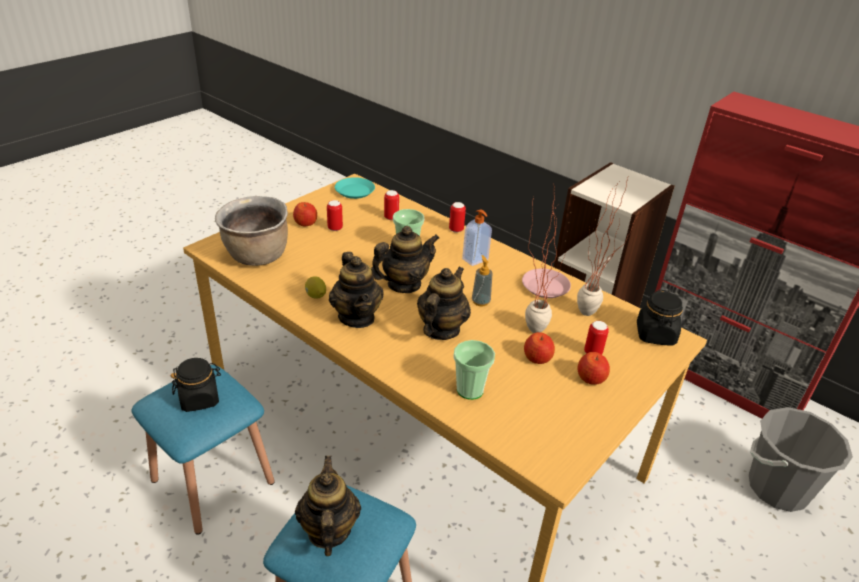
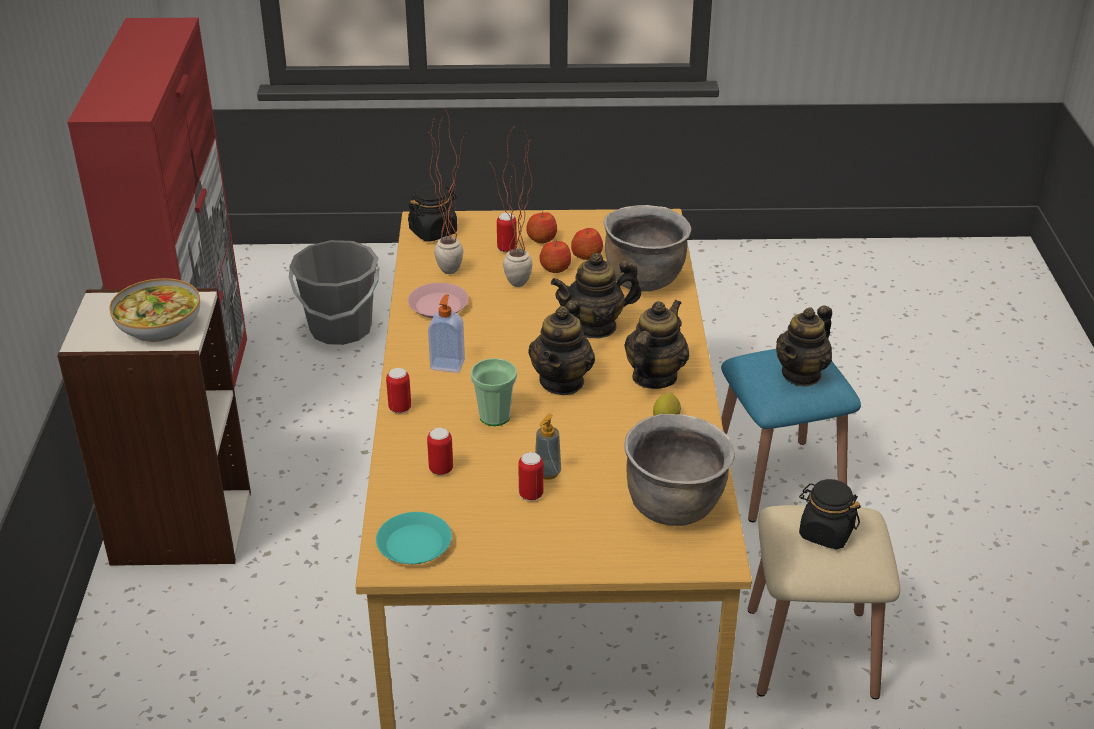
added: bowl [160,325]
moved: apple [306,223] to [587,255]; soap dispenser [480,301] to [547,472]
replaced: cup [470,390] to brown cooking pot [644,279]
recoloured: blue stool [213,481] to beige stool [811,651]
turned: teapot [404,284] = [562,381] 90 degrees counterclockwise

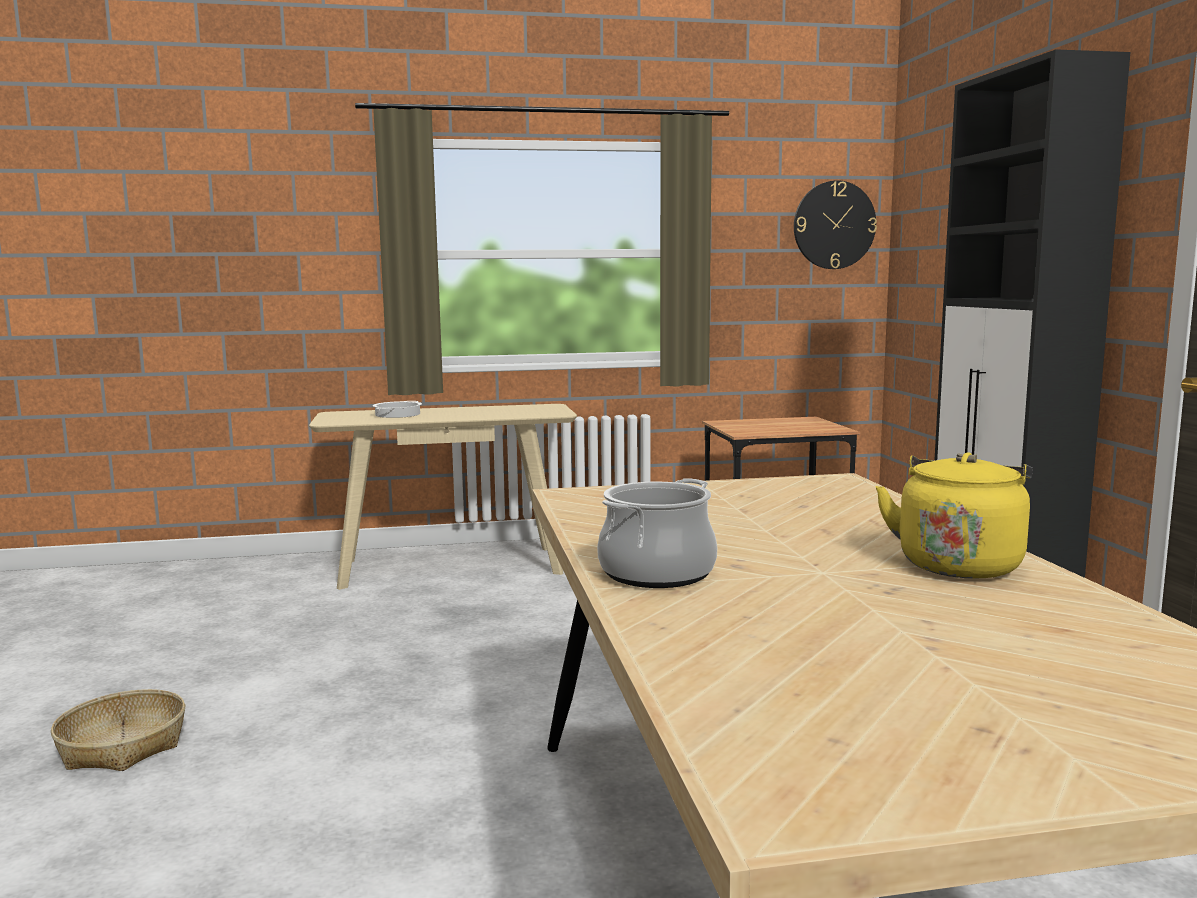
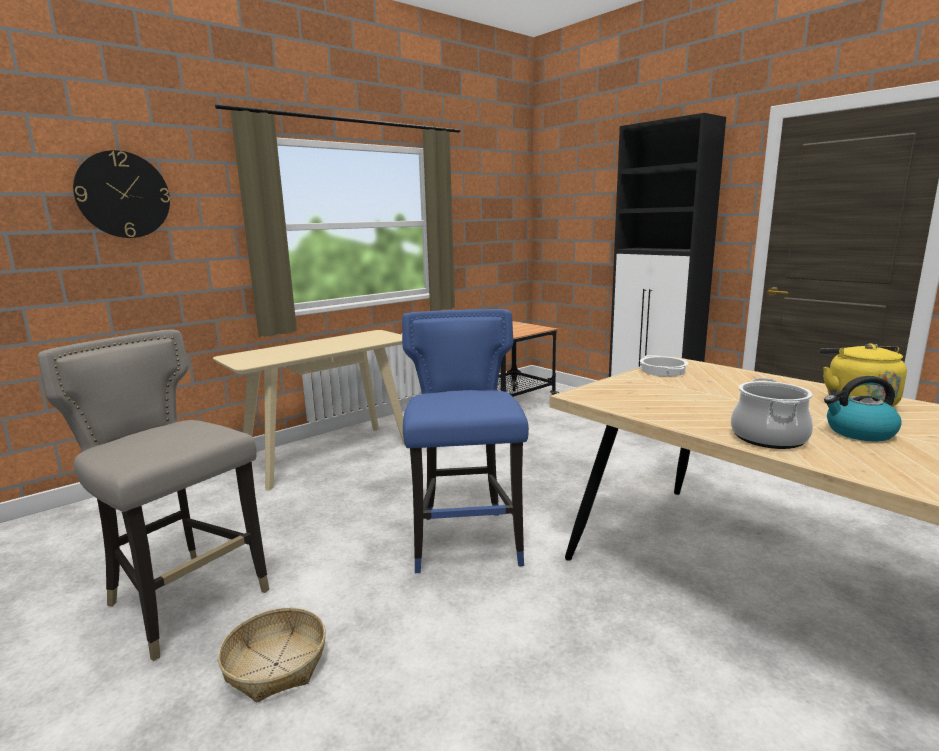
added: grey stool [184,600]; blue stool [466,540]; kettle [859,432]
moved: cooking pot [398,414] to [663,371]; wall clock [834,225] to [123,195]

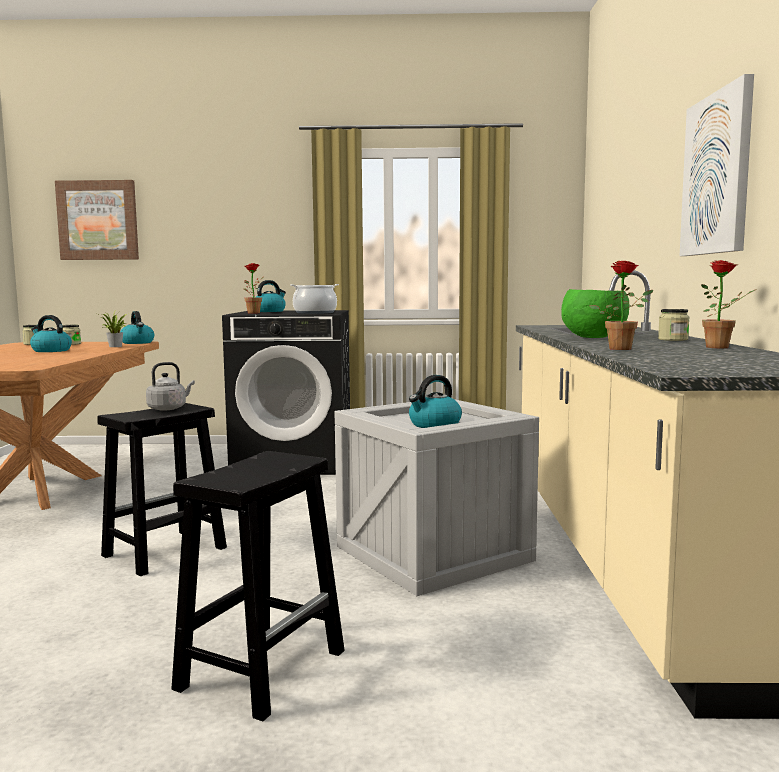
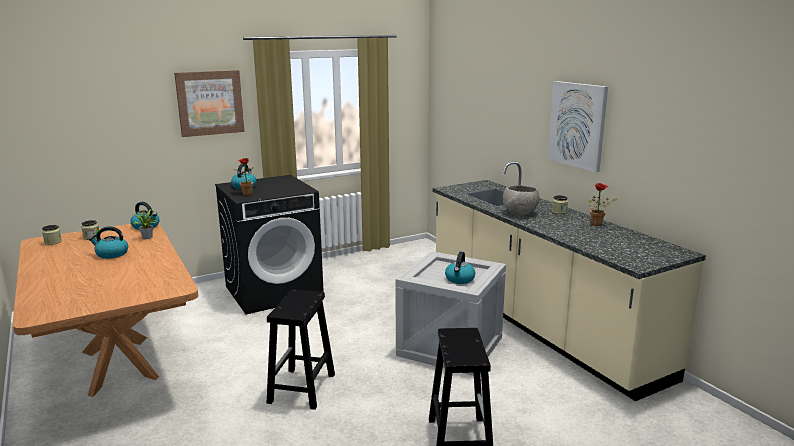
removed: grey kettle [169,408]; cooking pot [315,313]; potted plant [623,348]
moved: picture [98,220] to [210,103]
recoloured: green bowl [594,338] to grey bowl [520,213]

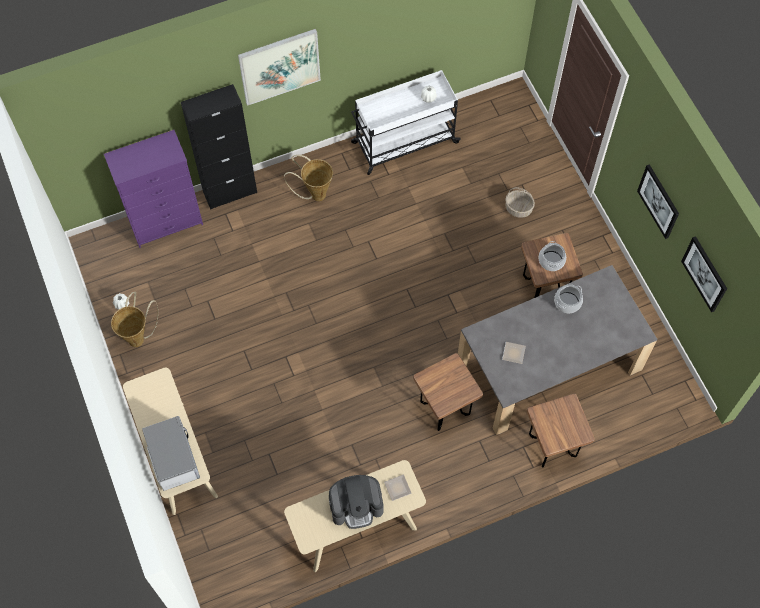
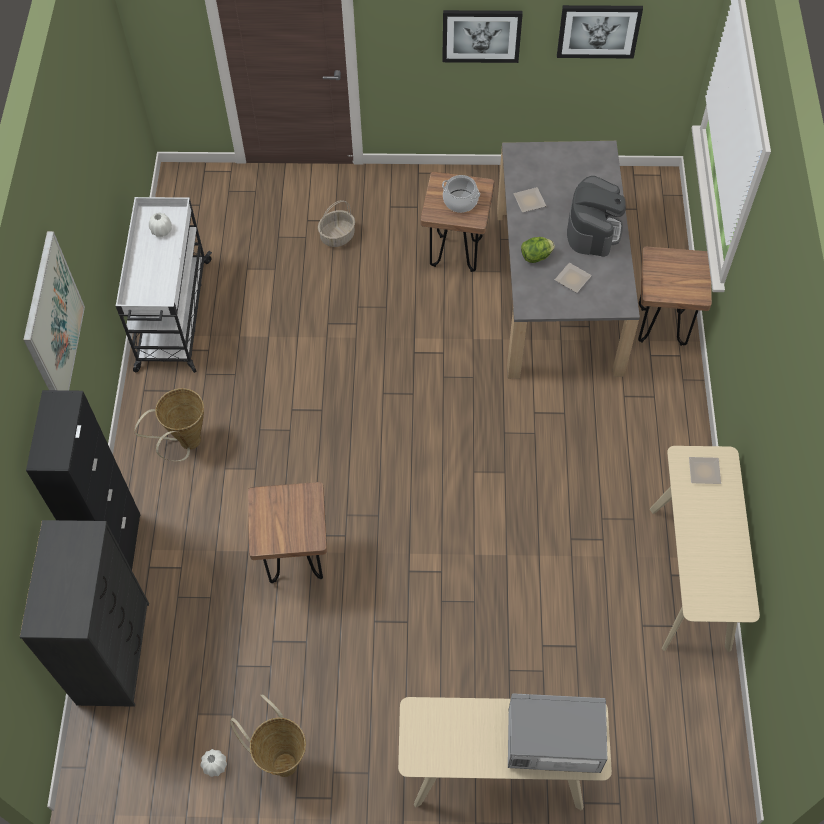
added: lettuce [536,256]
moved: coffee machine [356,505] to [593,229]; brown stool [444,409] to [295,559]
replaced: cooking pot [567,302] to plate [530,201]
recoloured: purple dresser [166,221] to black dresser [114,652]

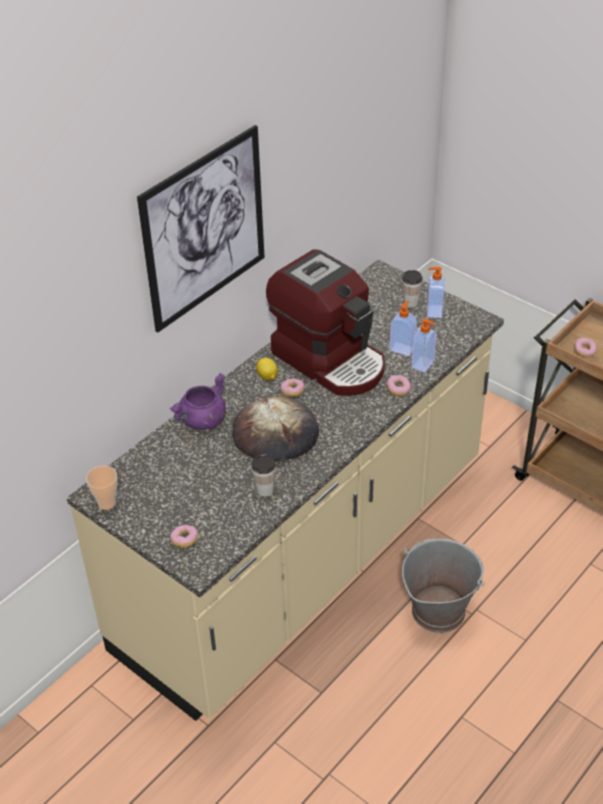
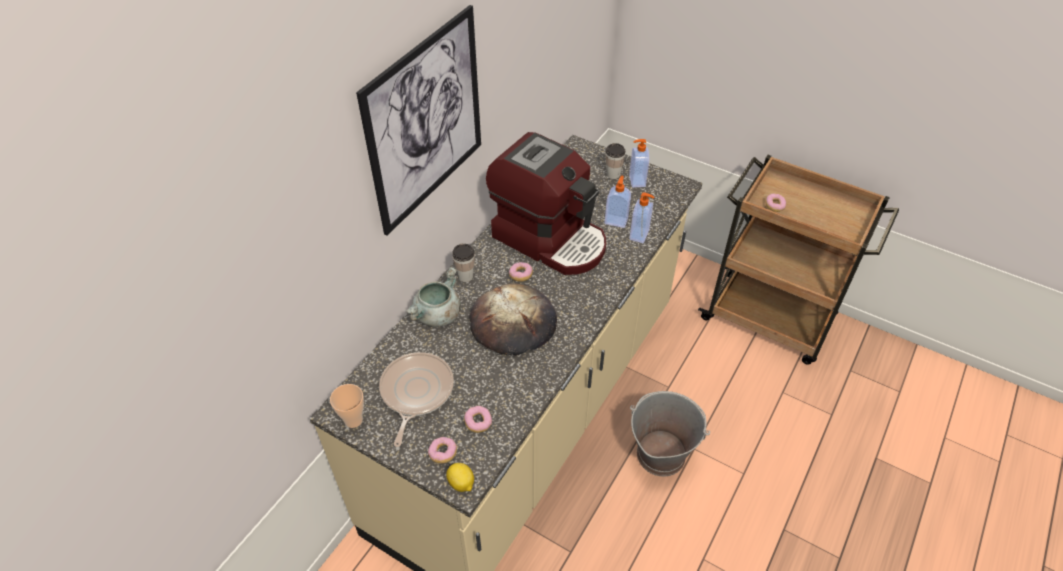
added: frying pan [415,392]
moved: cup [265,490] to [465,276]; lemon [267,377] to [461,484]; donut [398,389] to [478,422]
recoloured: purple cooking pot [203,420] to grey cooking pot [437,315]

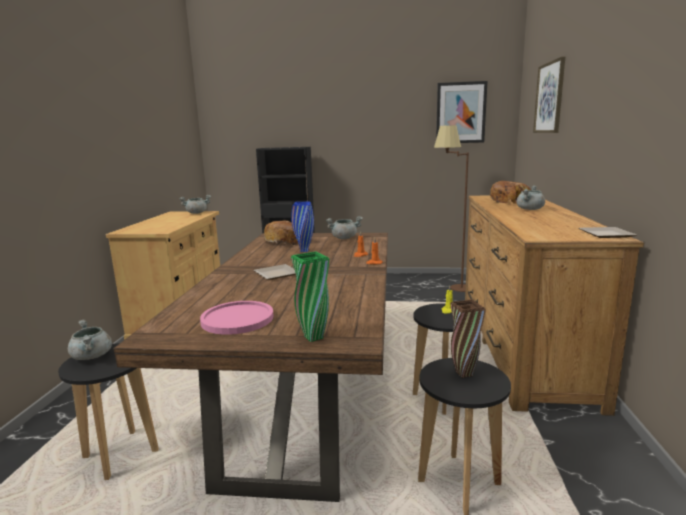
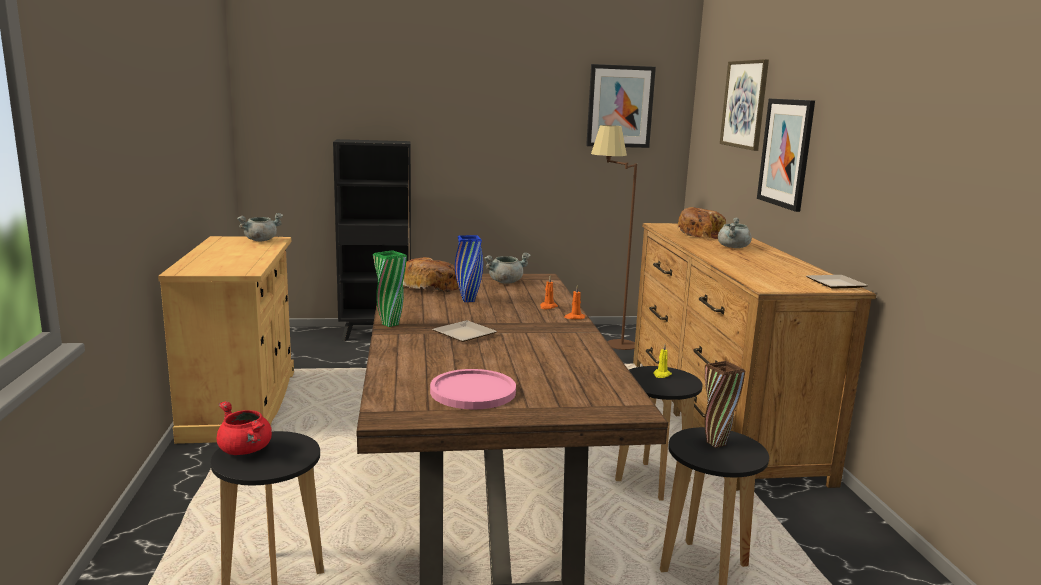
added: picture [786,153]
moved: green vase [313,337] to [390,324]
recoloured: grey cooking pot [92,356] to red cooking pot [246,450]

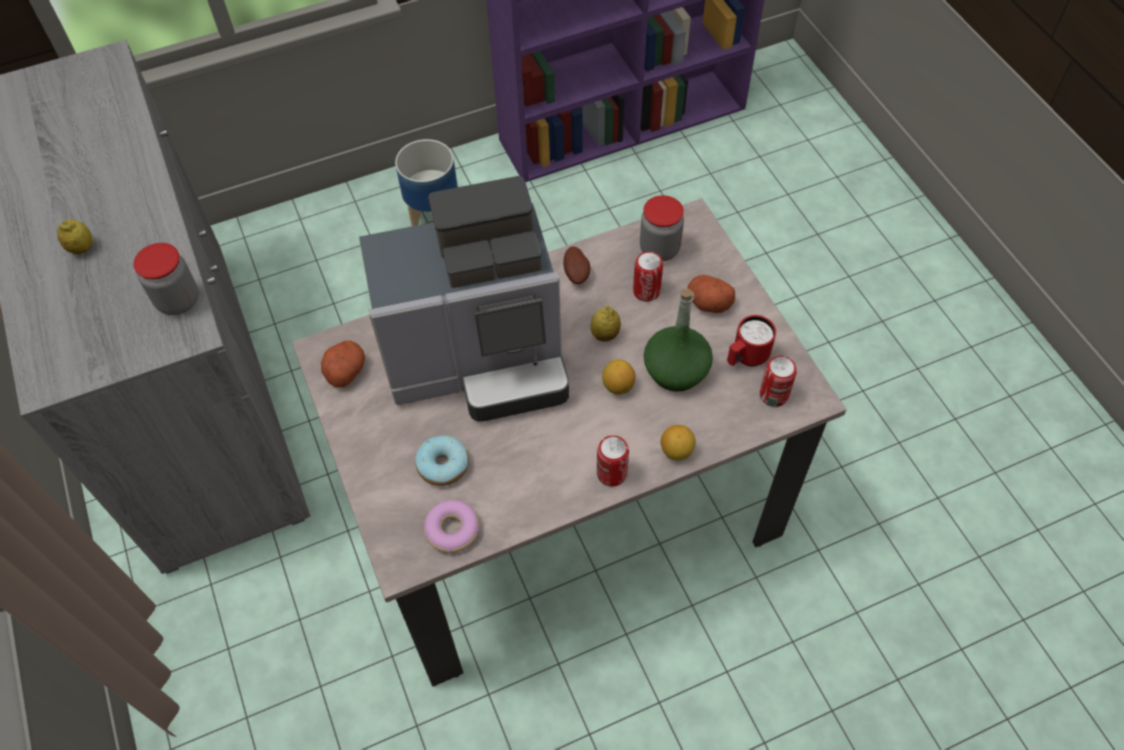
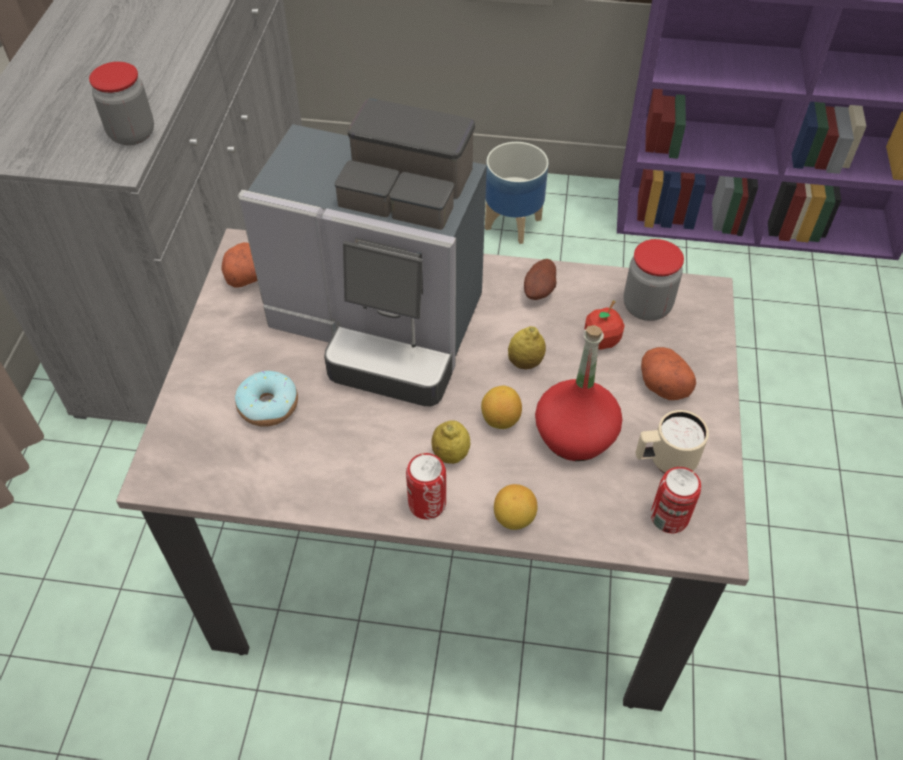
removed: donut [452,530]
moved: lemon [82,248] to [451,454]
replaced: can [646,291] to apple [601,341]
recoloured: green bottle [675,370] to red bottle [575,435]; red mug [746,358] to beige mug [664,462]

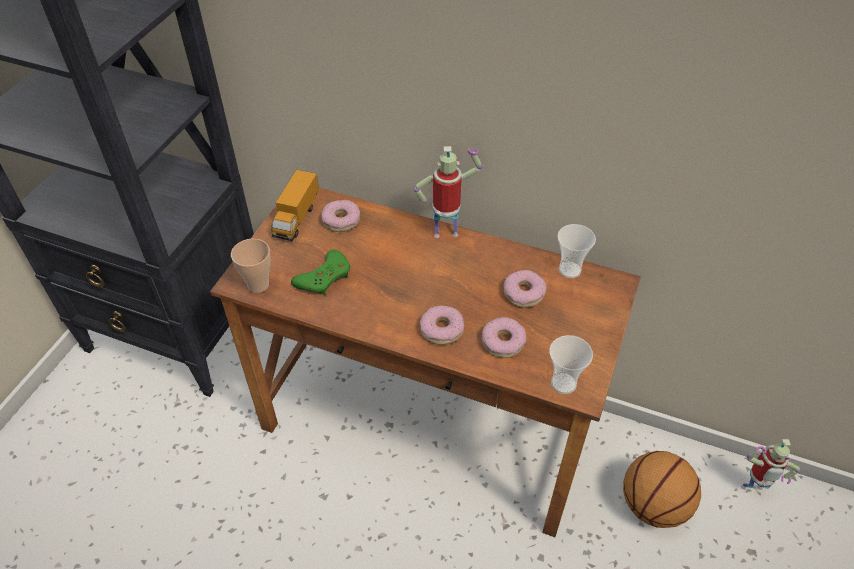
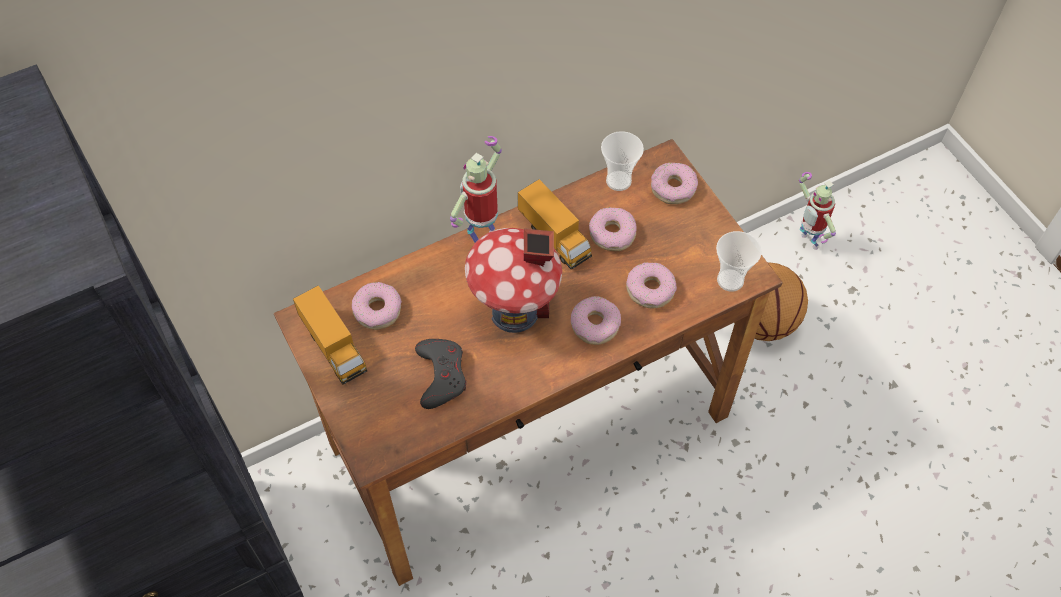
removed: cup [258,285]
added: toy house [514,311]; toy truck [554,237]; donut [673,187]
recoloured: green game controller [324,277] to grey game controller [441,375]
turned: toy robot [752,490] = [806,242] 105 degrees clockwise

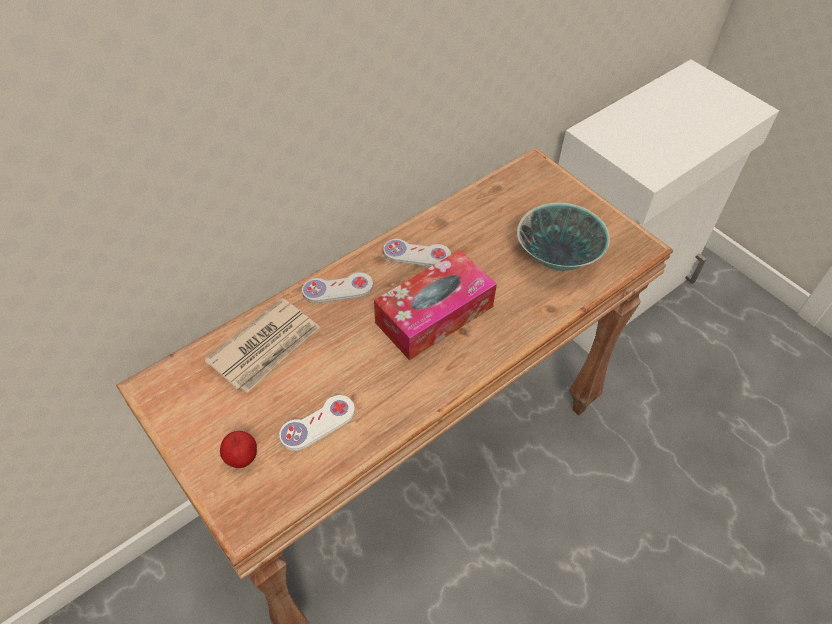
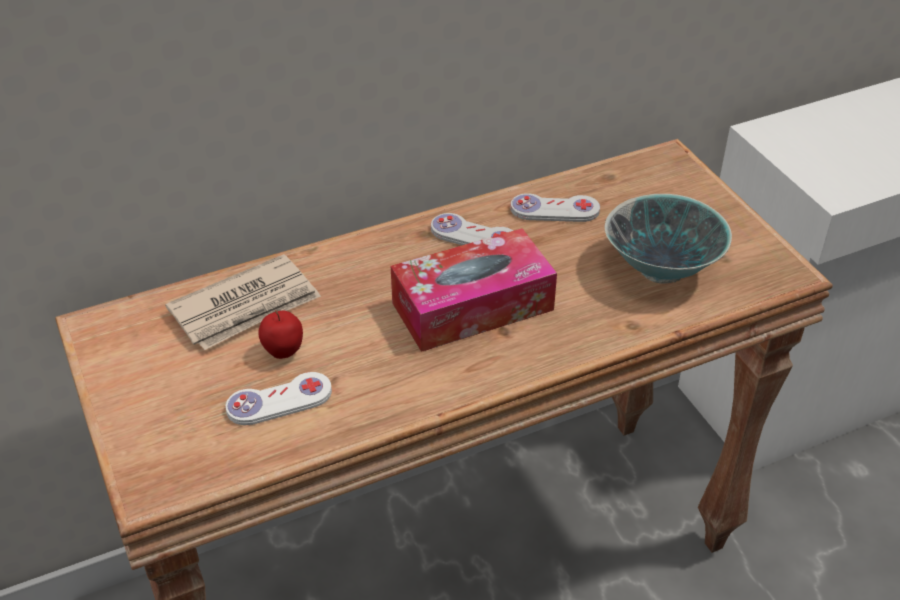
moved: apple [242,460] to [283,353]; white game controller [338,289] to [554,210]

